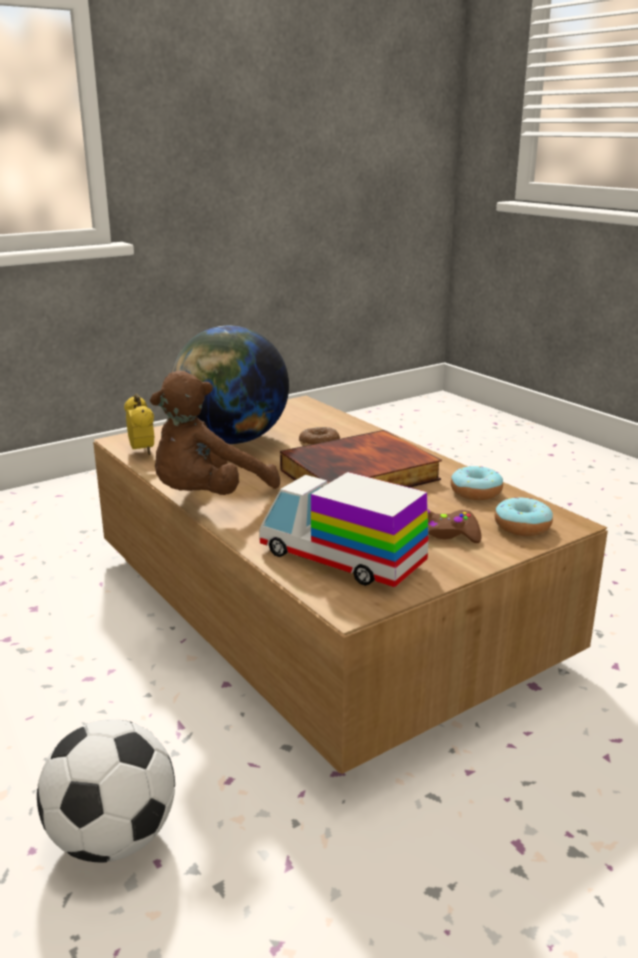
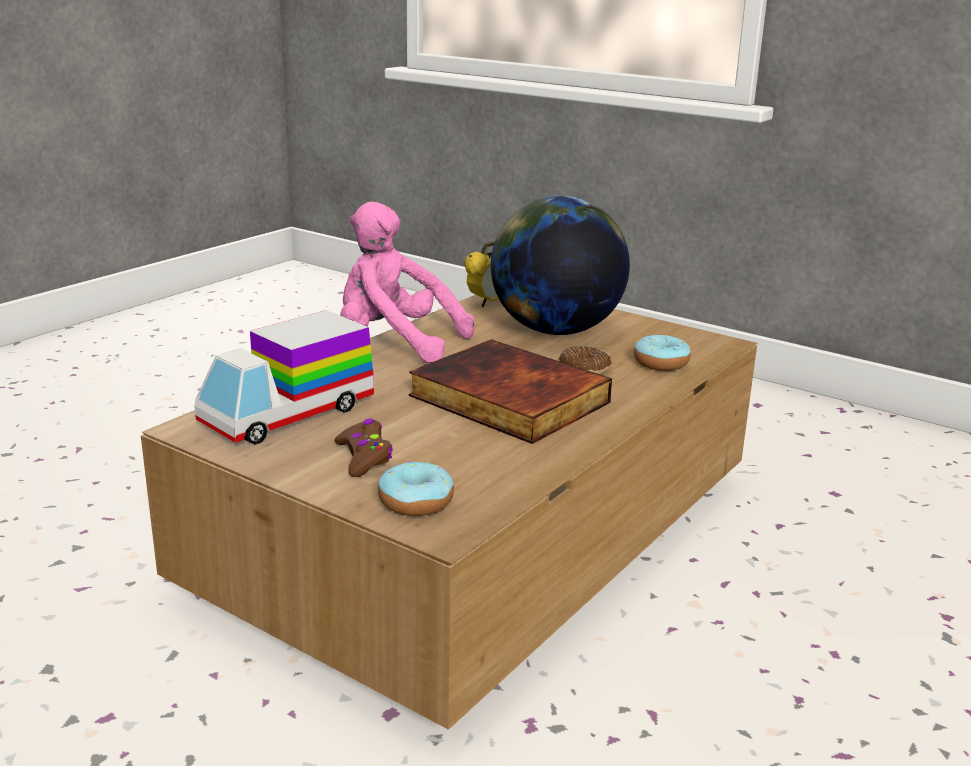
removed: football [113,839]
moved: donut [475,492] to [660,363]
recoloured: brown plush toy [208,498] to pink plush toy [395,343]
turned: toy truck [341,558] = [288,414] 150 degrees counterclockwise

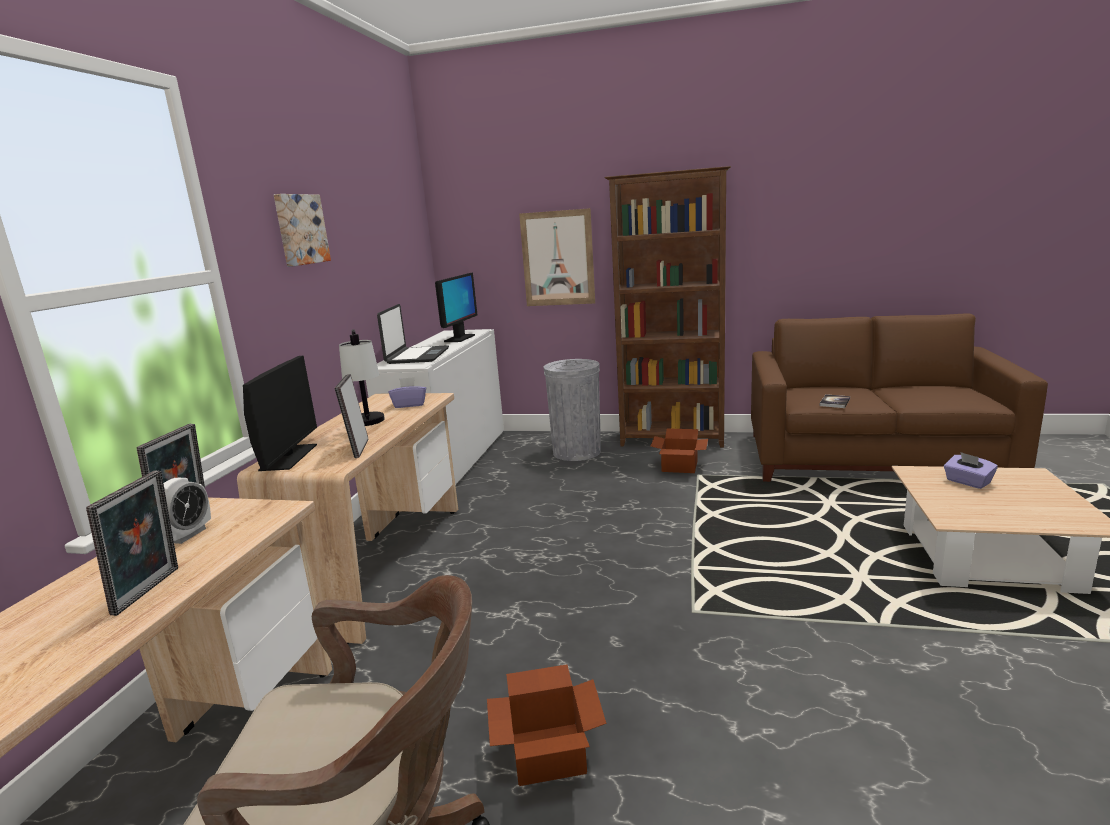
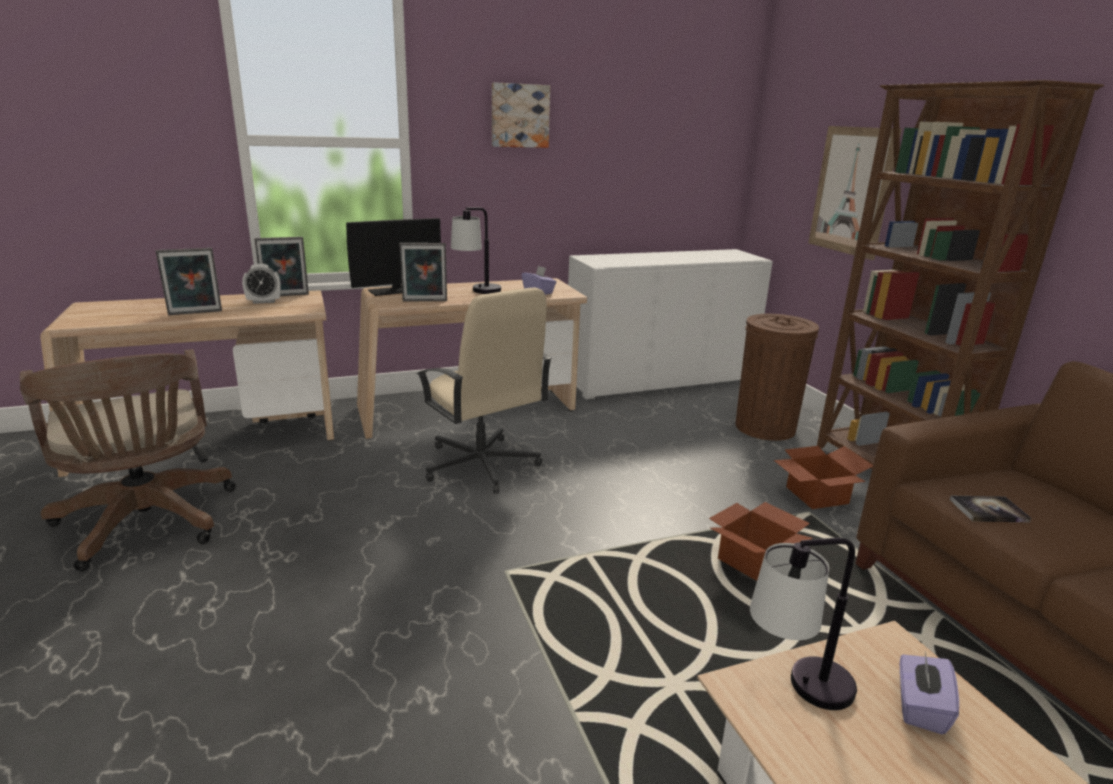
removed: laptop [417,356]; monitor [459,338]
added: beige office chair [481,465]; table lamp [796,692]
moved: cardboard box [549,751] to [755,562]
recoloured: grey trash can [577,452] to brown trash can [765,427]
turned: picture frame [358,449] = [425,301] 150 degrees counterclockwise

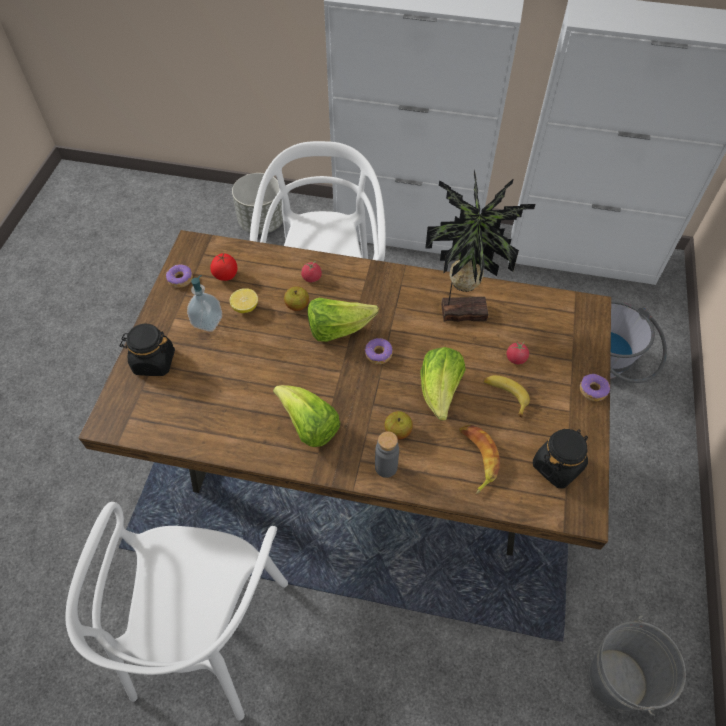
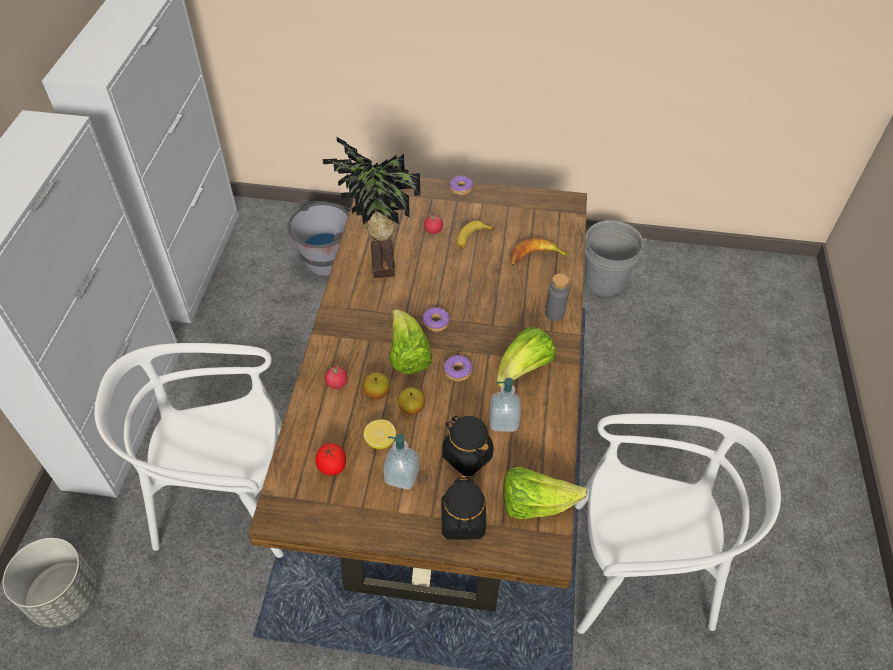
added: soap dispenser [503,421]
moved: donut [180,279] to [457,371]; apple [397,431] to [411,408]; lettuce [440,392] to [534,504]; black jar [557,466] to [466,456]

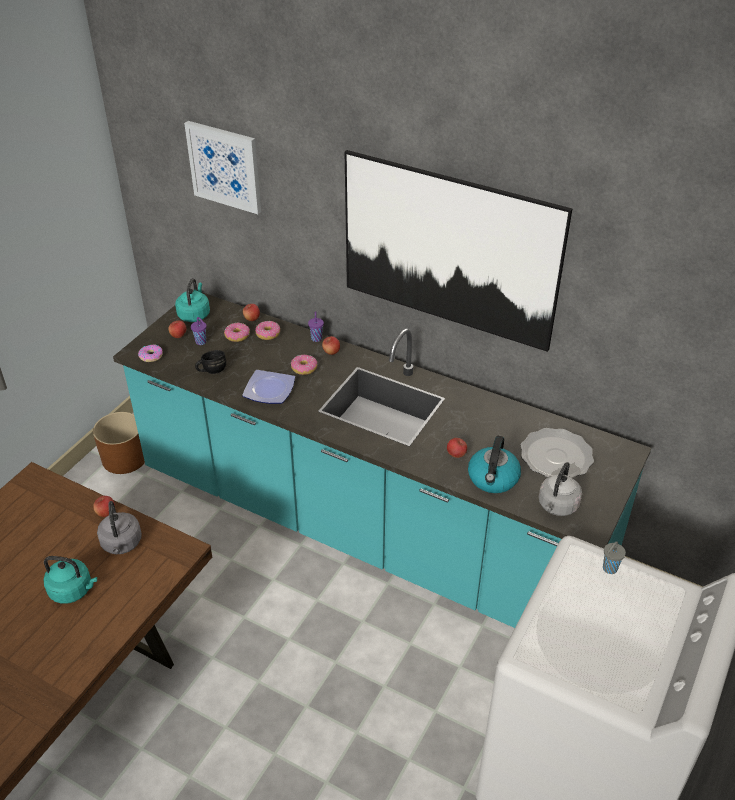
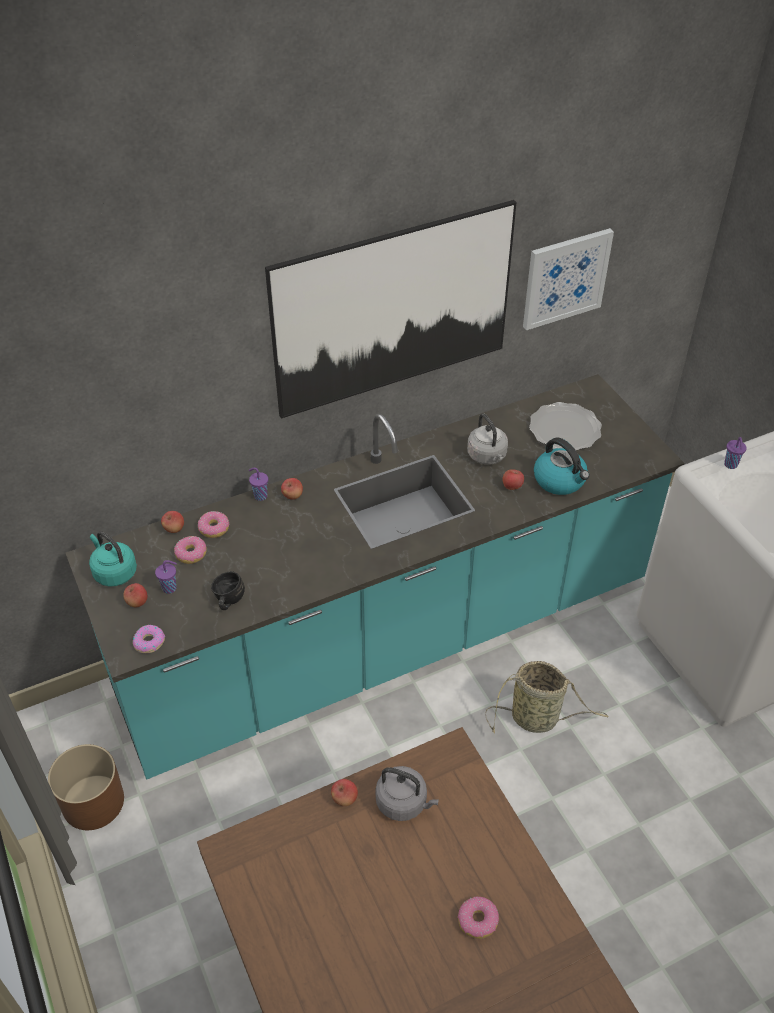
removed: turquoise kettle [73,590]; plate [270,389]
added: basket [538,718]
moved: picture [225,166] to [565,278]; donut [304,368] to [477,920]; grey kettle [557,506] to [487,456]
recoloured: grey cup [609,569] to purple cup [731,465]

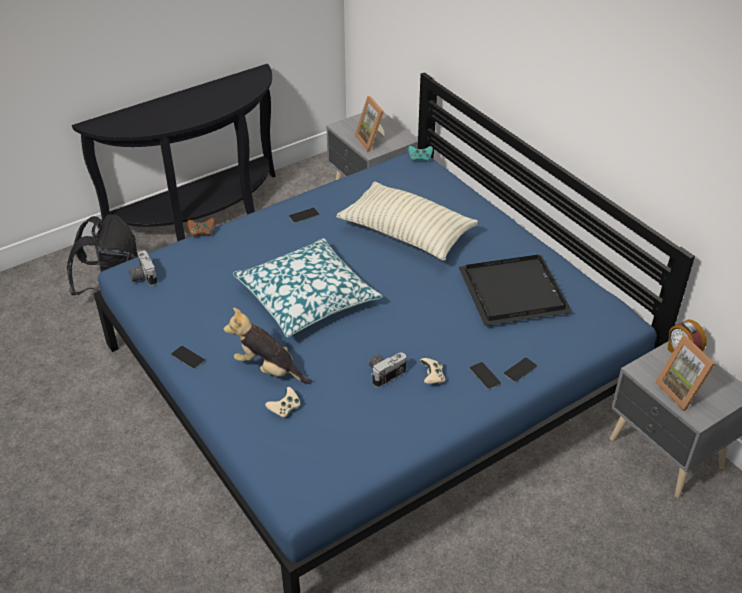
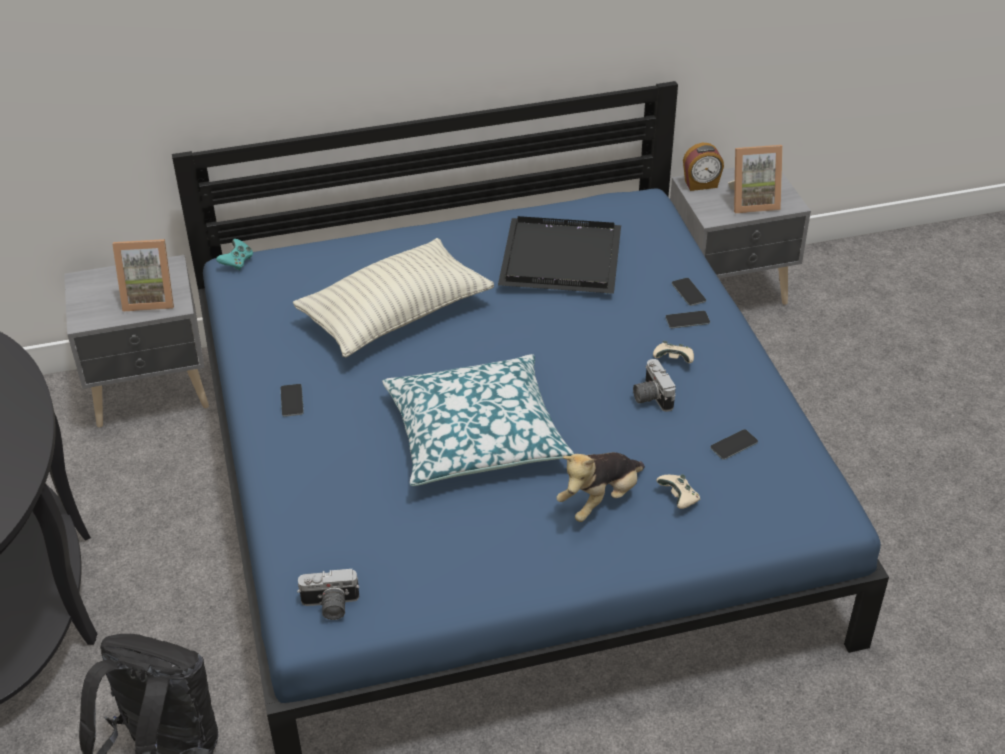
removed: brown game controller [201,233]
moved: phone [188,357] to [734,445]

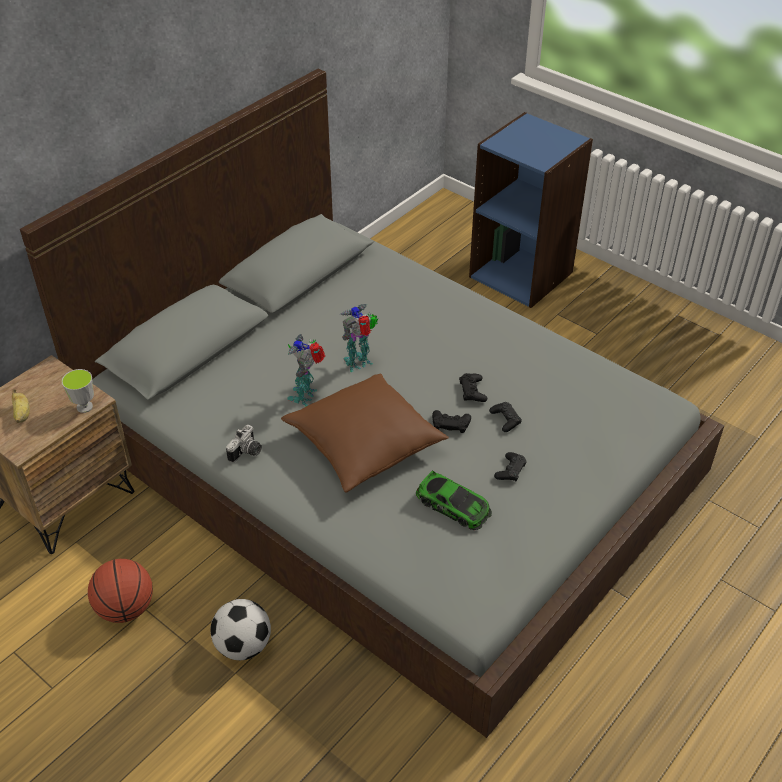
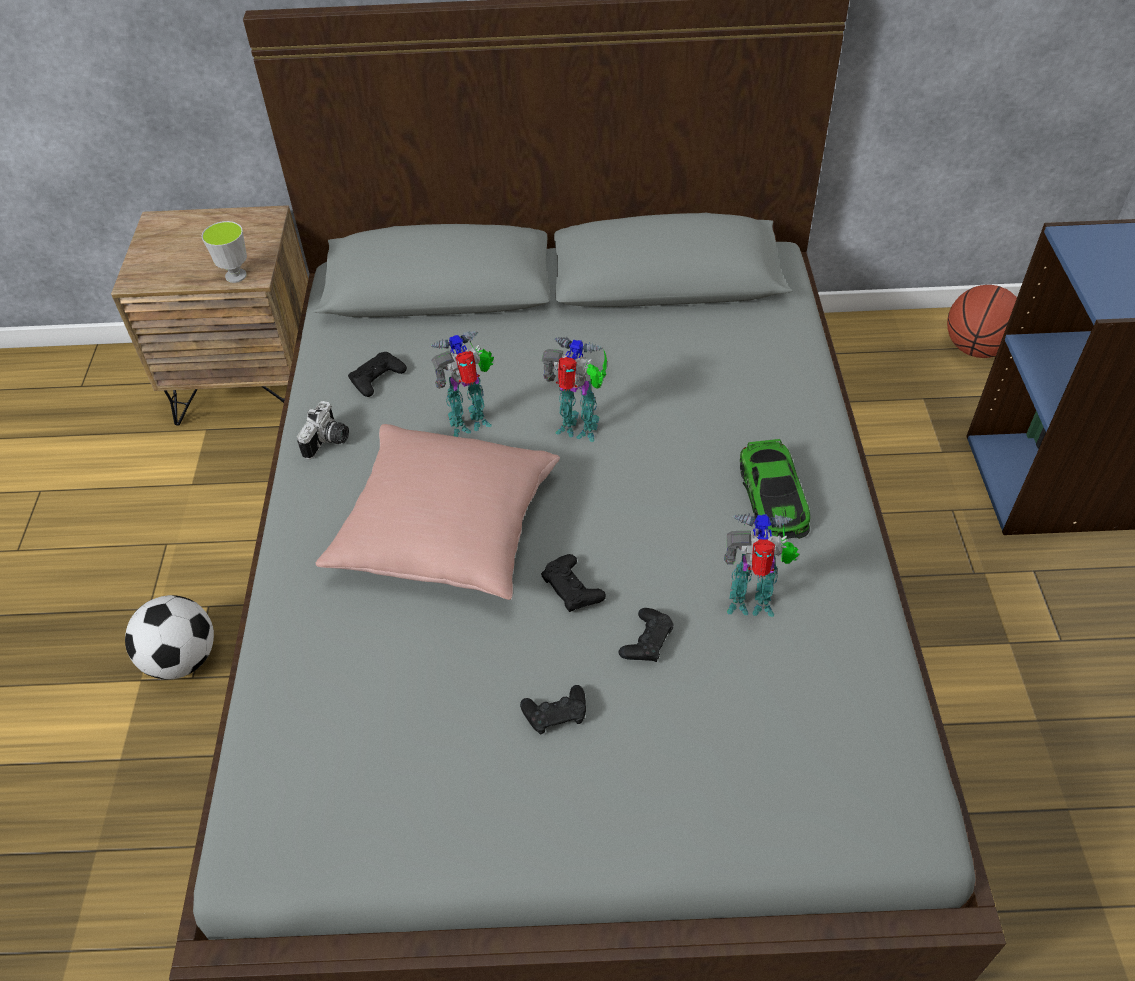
removed: banana [22,414]
added: toy robot [752,604]
moved: basketball [125,608] to [975,348]; toy car [453,505] to [773,497]; black game controller [472,391] to [377,378]
recoloured: brown pillow [364,444] to pink pillow [446,530]
turned: photo camera [247,453] = [329,442] 60 degrees counterclockwise

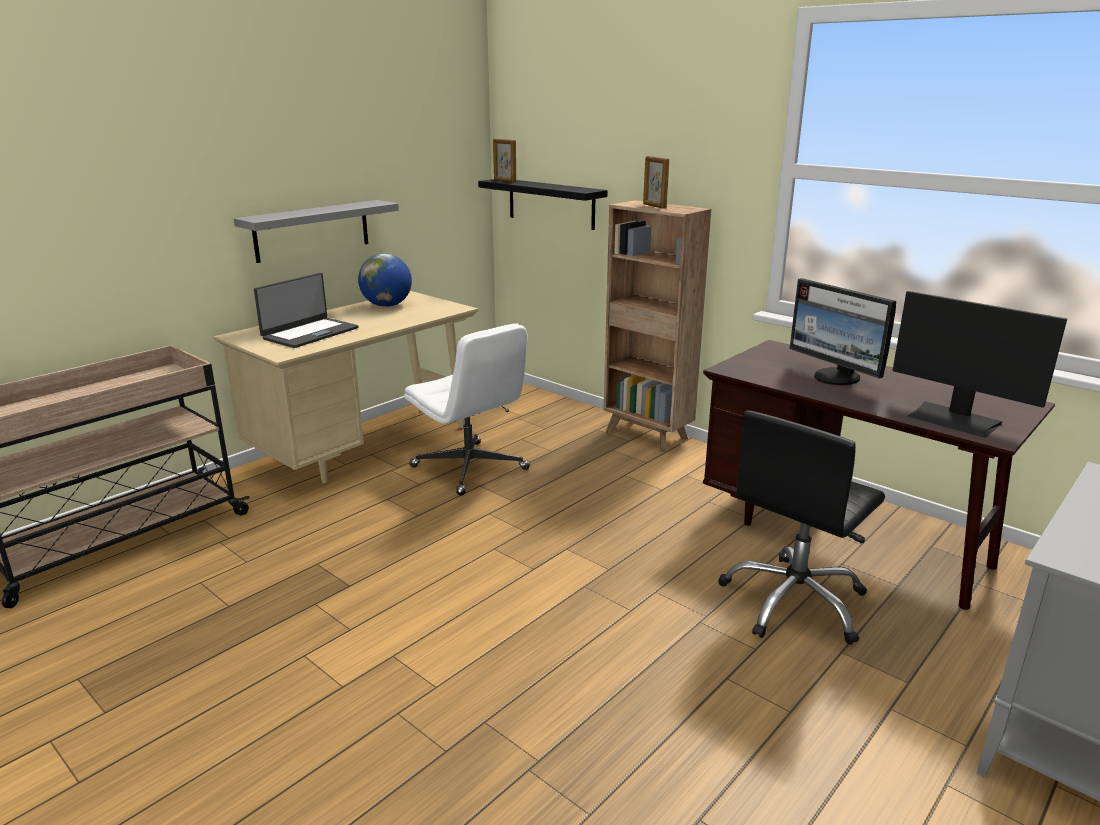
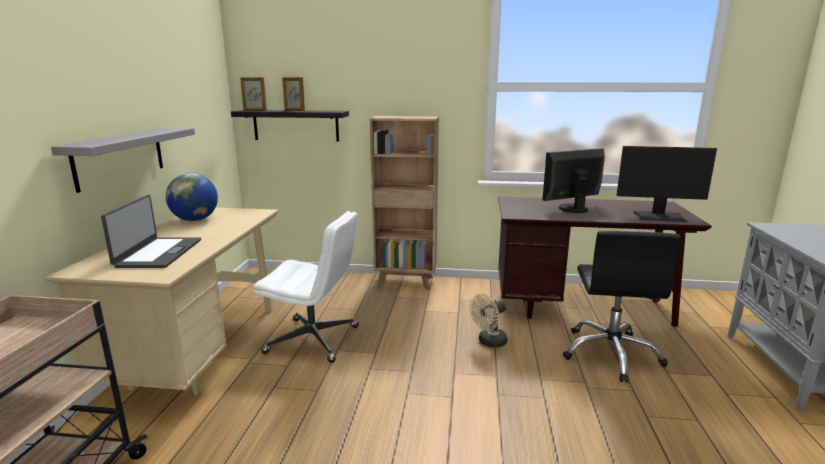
added: beige fan [489,342]
moved: picture frame [654,206] to [294,110]
turned: monitor [836,378] = [571,208] 135 degrees clockwise

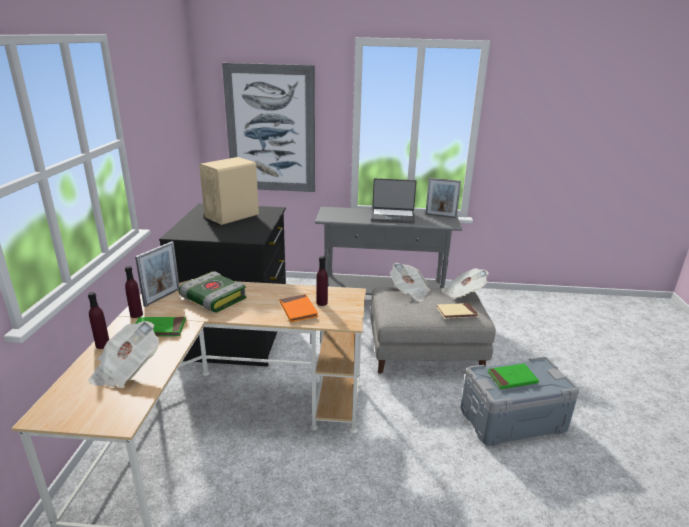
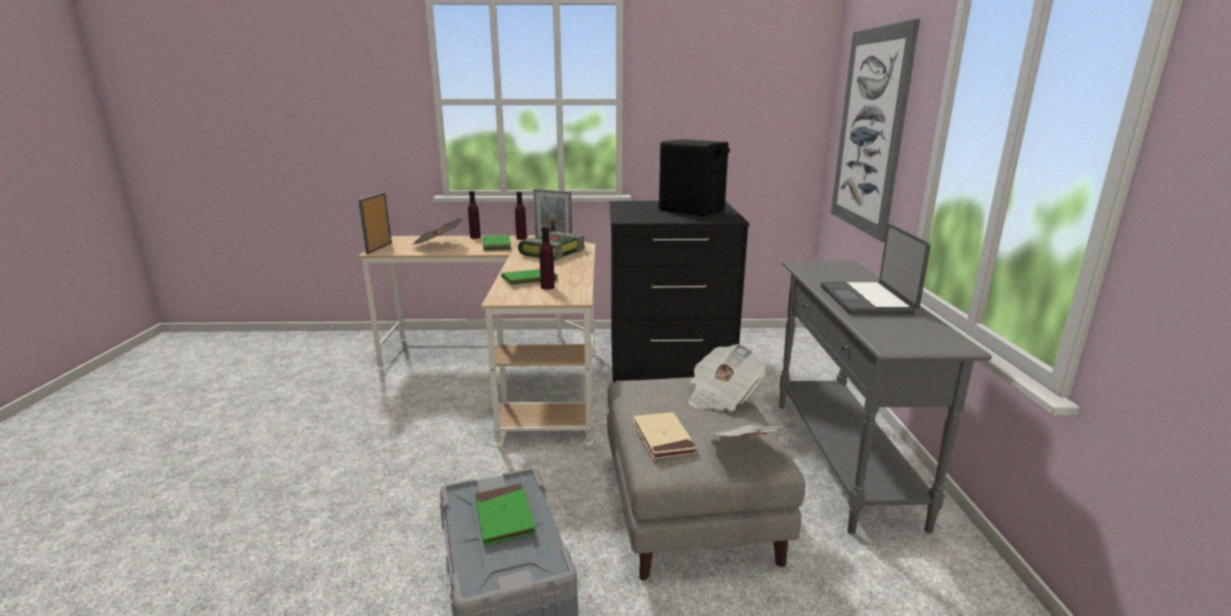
moved: picture frame [440,216] to [379,248]
recoloured: beige speaker [232,216] to black speaker [692,210]; orange book [298,310] to green book [529,279]

